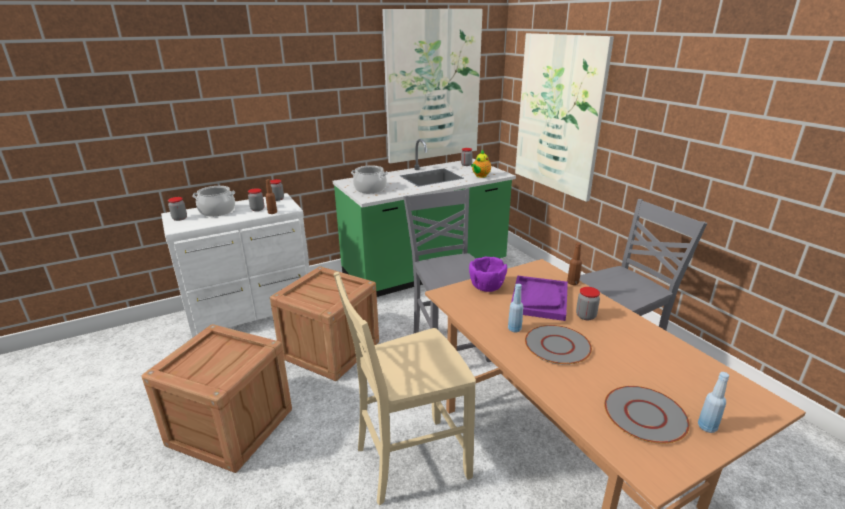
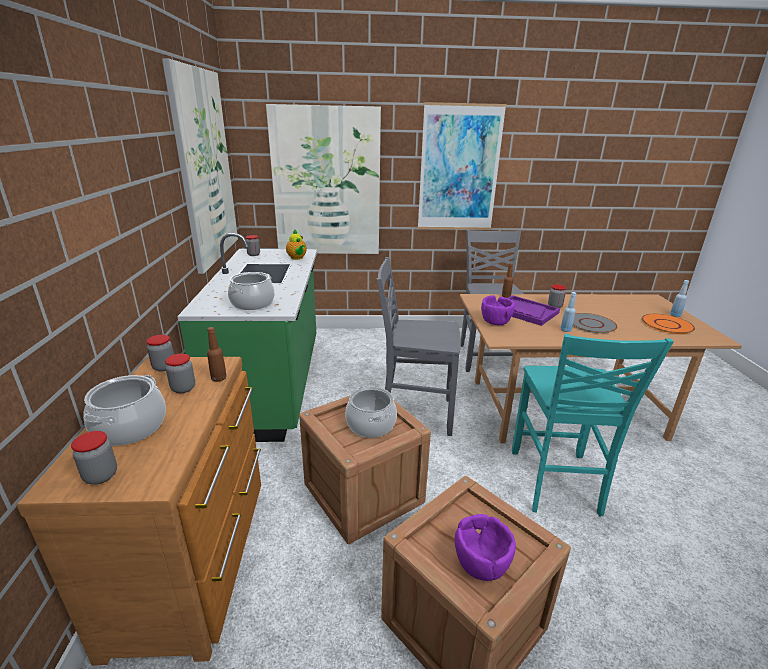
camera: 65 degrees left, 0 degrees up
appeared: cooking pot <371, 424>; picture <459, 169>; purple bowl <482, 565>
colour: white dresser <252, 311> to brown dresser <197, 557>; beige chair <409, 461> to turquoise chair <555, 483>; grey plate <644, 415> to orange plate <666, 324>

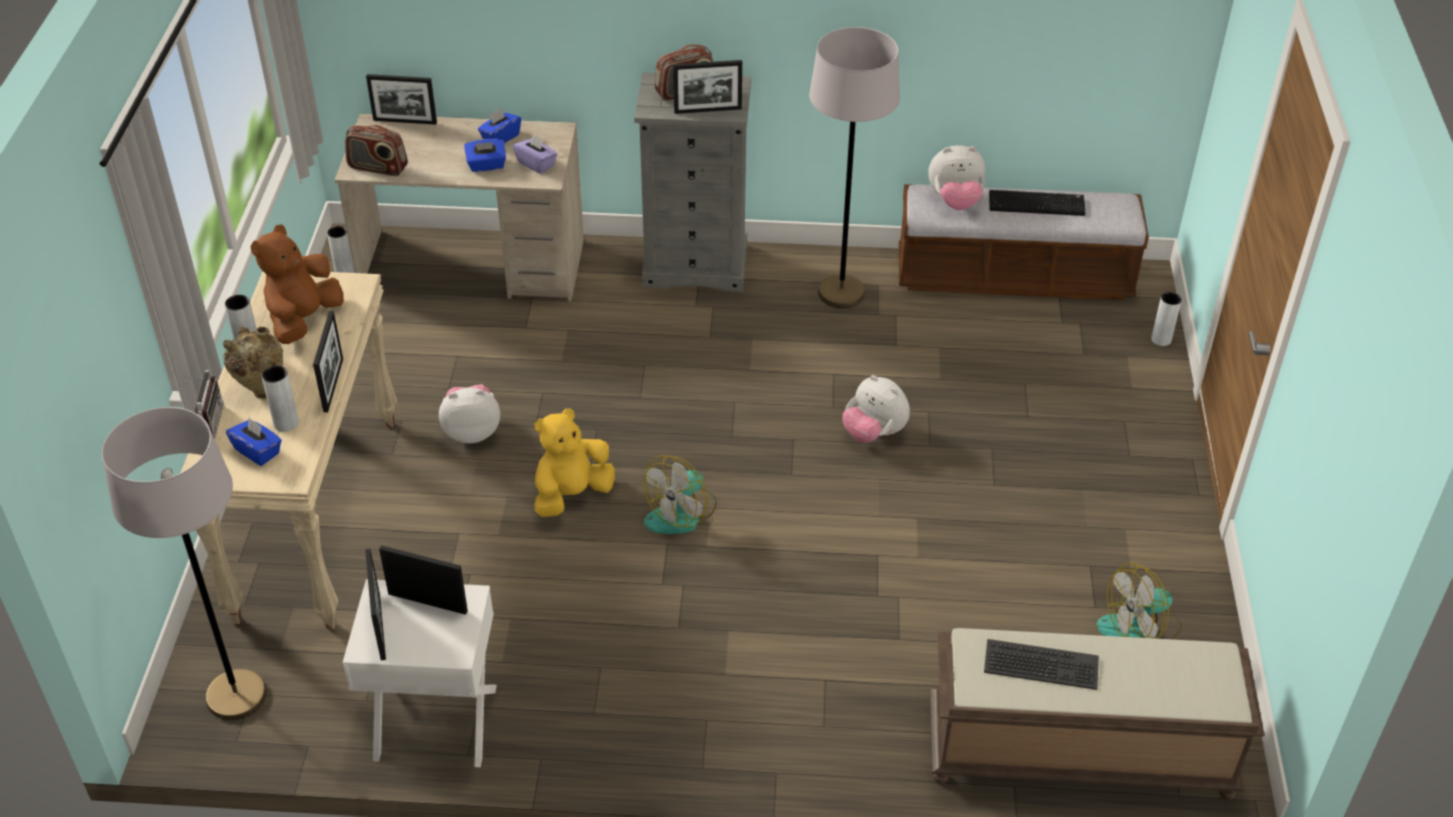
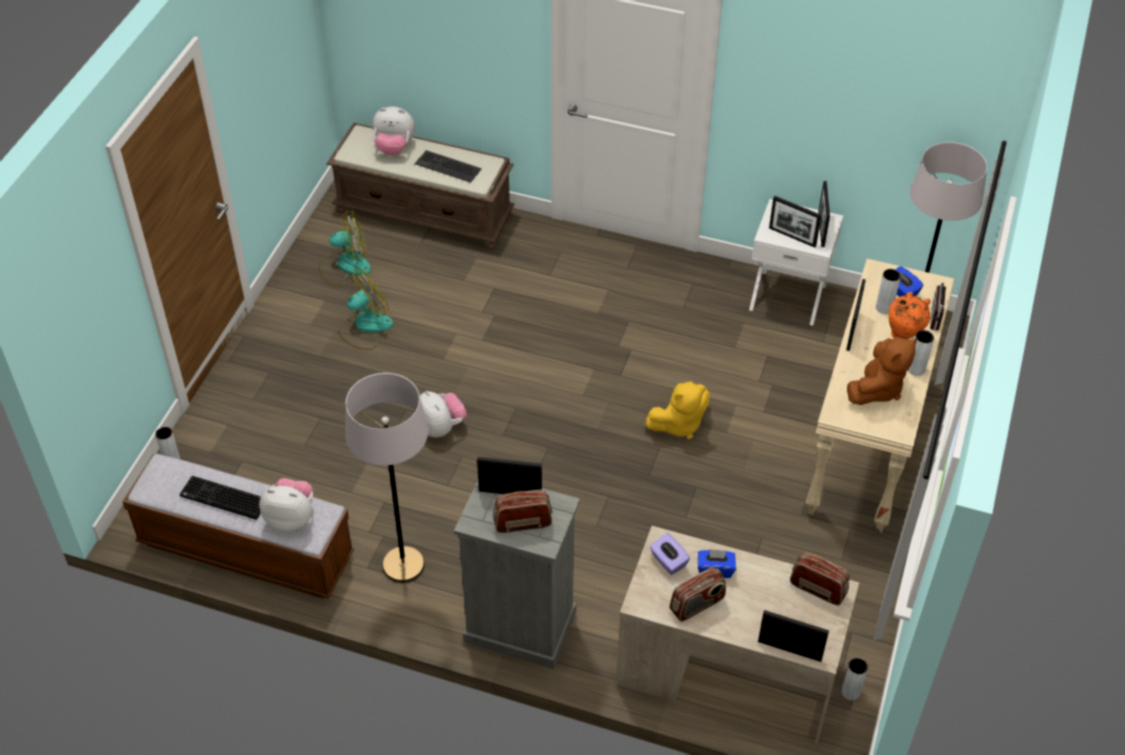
camera: 165 degrees left, 5 degrees up
relocated: plush toy <472, 431> to <394, 147>; fan <681, 513> to <365, 327>
exchanged: blue tissue box <500, 138> to radio <697, 605>
colour: beige vase <262, 390> to orange vase <903, 336>

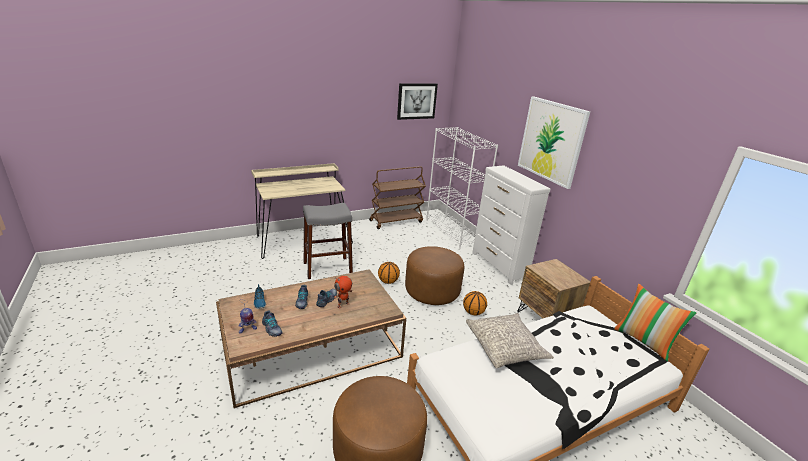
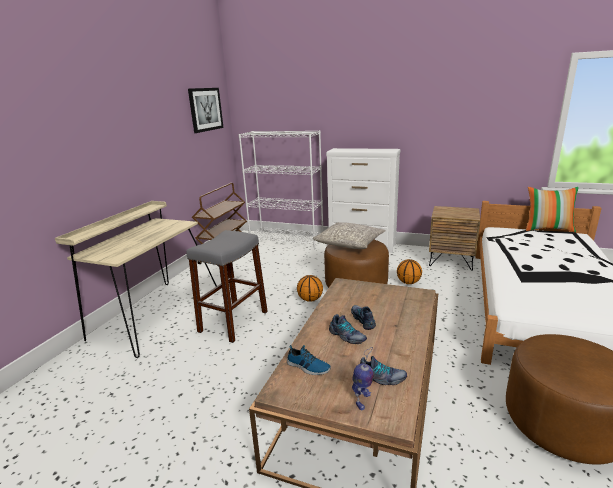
camera: 40 degrees left, 5 degrees down
missing: toy robot <343, 304>; picture <551, 141>
relocated: grey pillow <505, 347> to <349, 243>

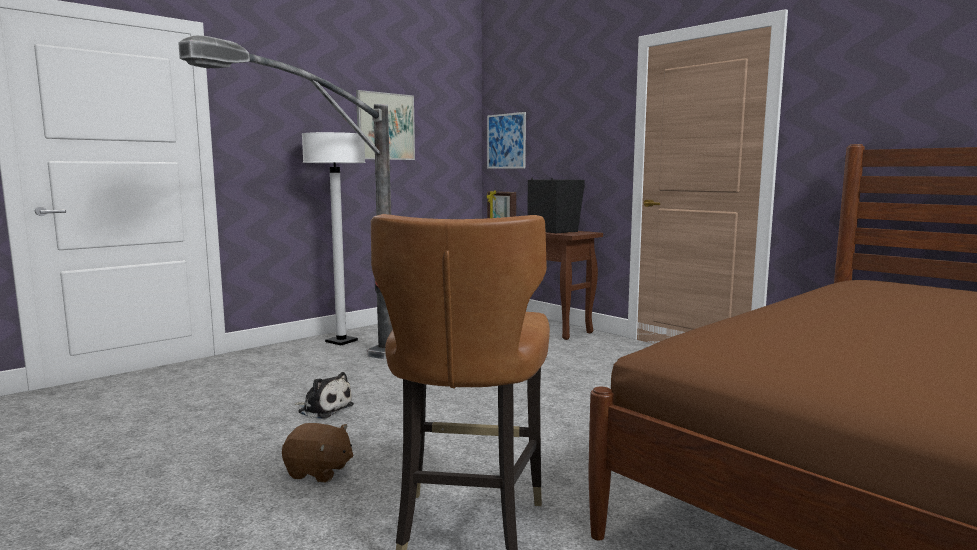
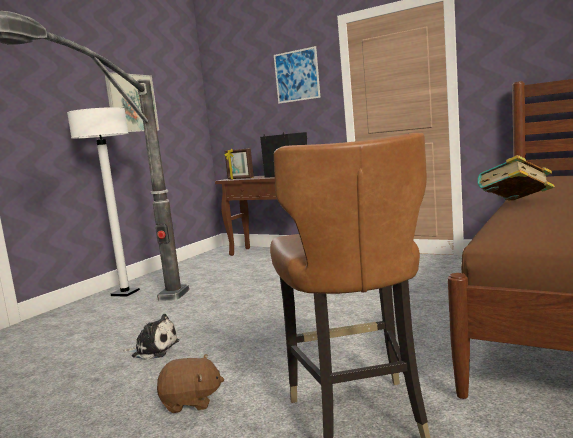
camera: 15 degrees left, 0 degrees up
appeared: book <515, 204>
relocated: picture <506, 141> to <297, 76>

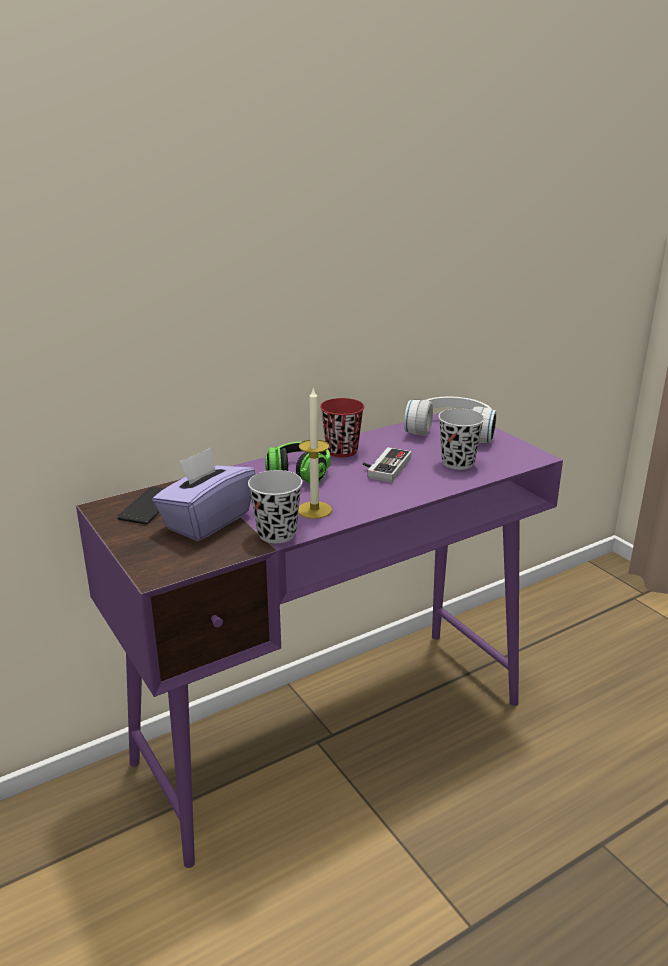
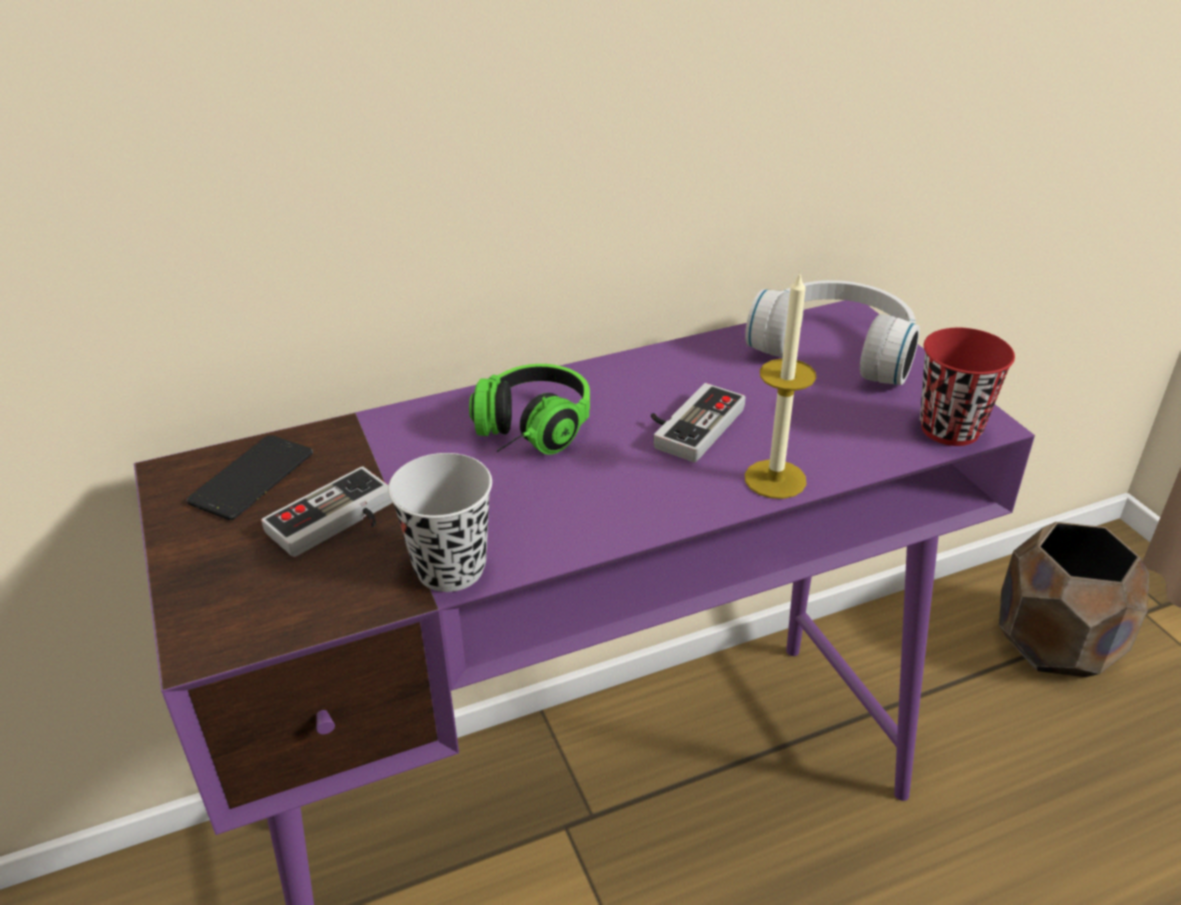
camera: 10 degrees right, 10 degrees up
missing: black cup <458, 463>
appeared: brown planter <1056, 644>
relocated: candle <314, 510> to <775, 479>; red cup <342, 451> to <950, 429>
exchanged: purple tissue box <207, 521> to game controller <337, 523>

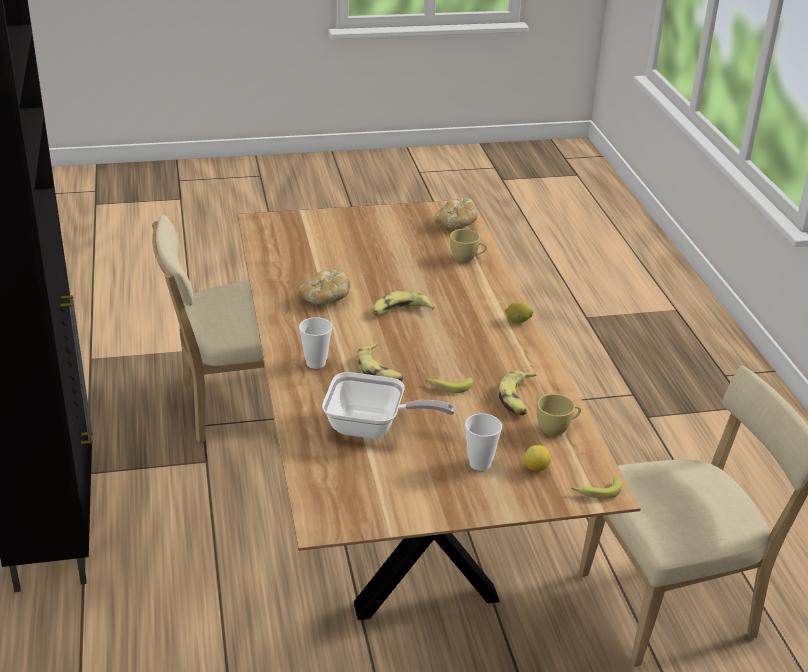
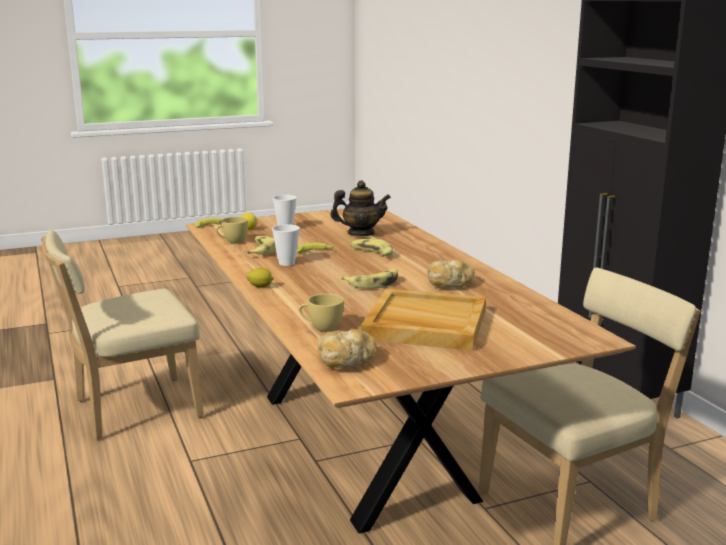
camera: 170 degrees right, 15 degrees down
appeared: beige tray <424, 324>
relocated: cup <316, 363> to <286, 263>
exchanged: frying pan <373, 428> to teapot <360, 234>

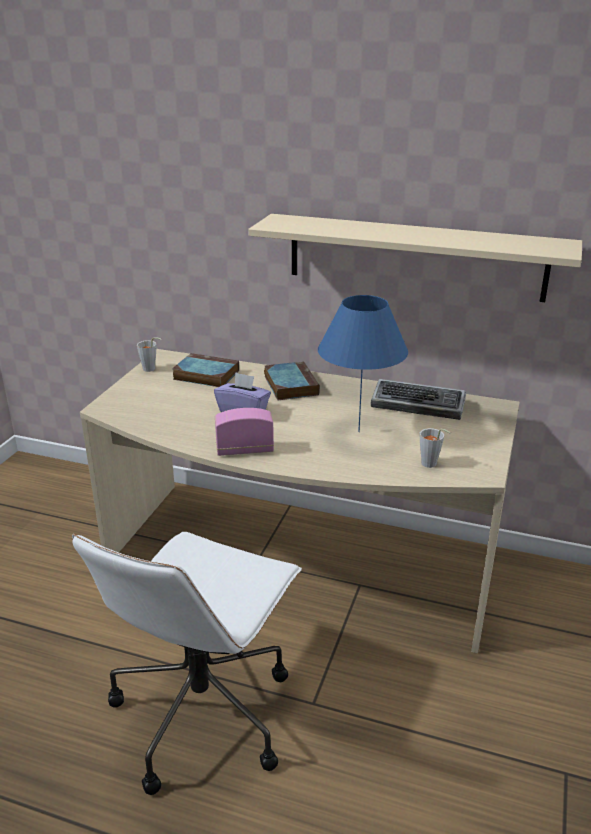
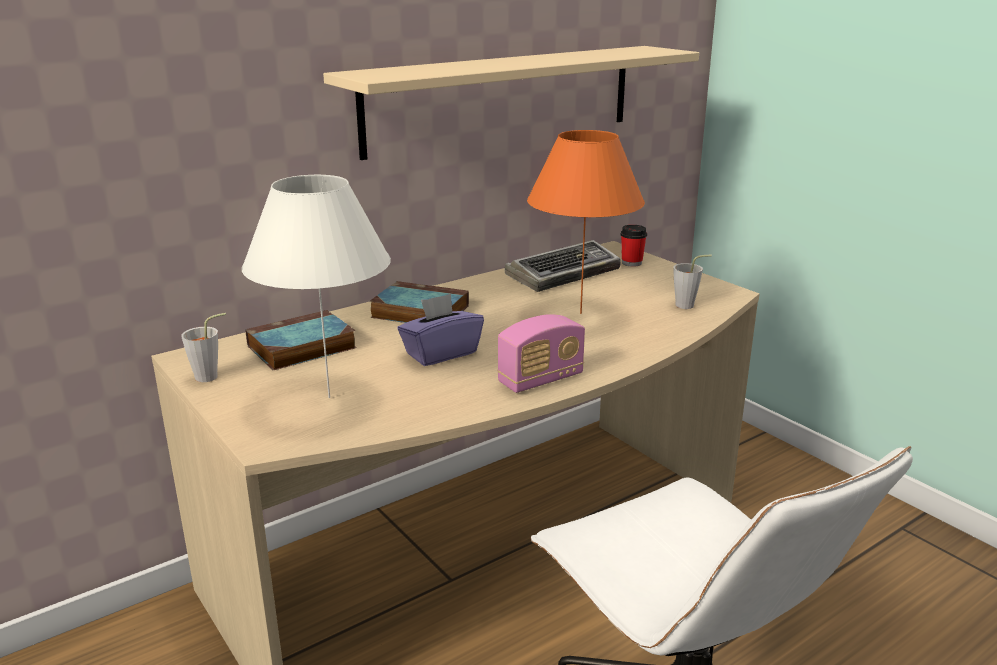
camera: 55 degrees left, 5 degrees down
appeared: white table lamp <330, 397>; cup <631, 263>
colour: blue table lamp <359, 432> to orange table lamp <581, 313>
spun: radio <244, 450> = <541, 380> 150 degrees counterclockwise

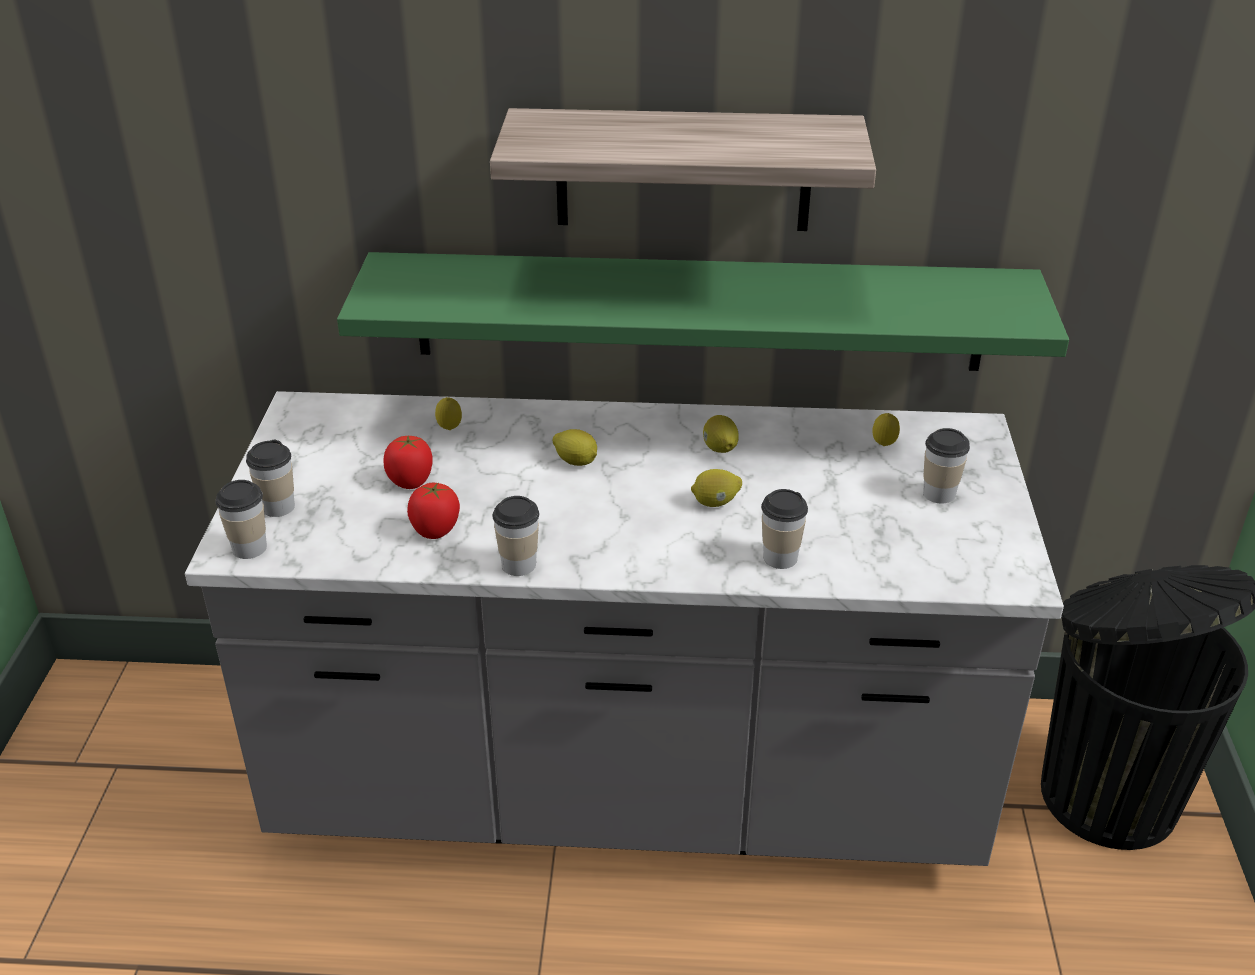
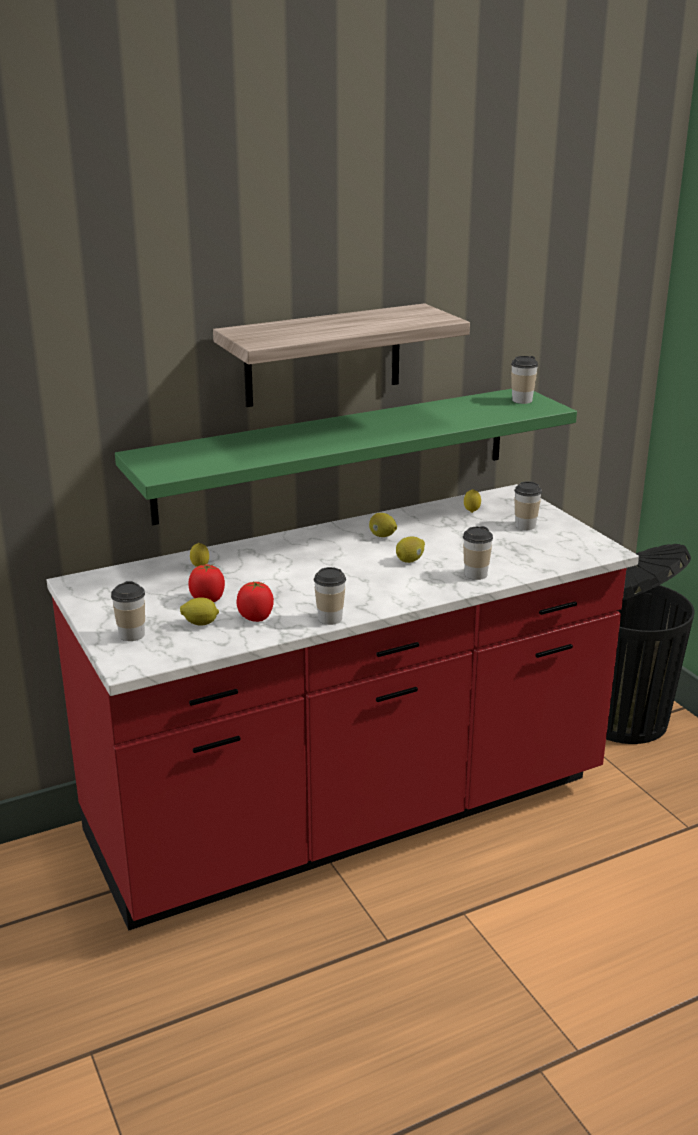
camera: 30 degrees left, 10 degrees down
relocated: cup <249, 548> to <522, 400>; lemon <576, 461> to <200, 623>
colour: grey counter <627, 786> to red counter <349, 813>

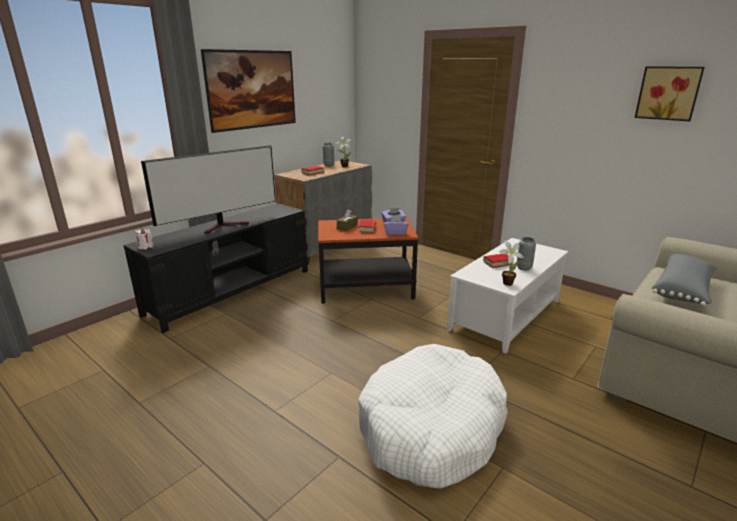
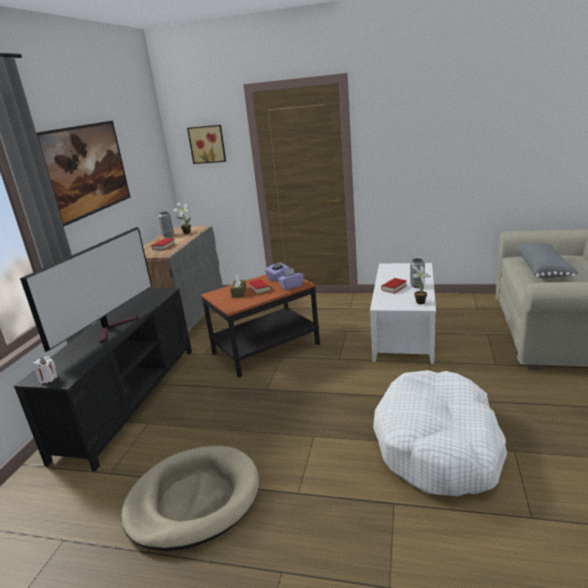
camera: 25 degrees left, 0 degrees up
appeared: beige dog bed <193, 500>
relocated: picture <668, 93> to <207, 144>

